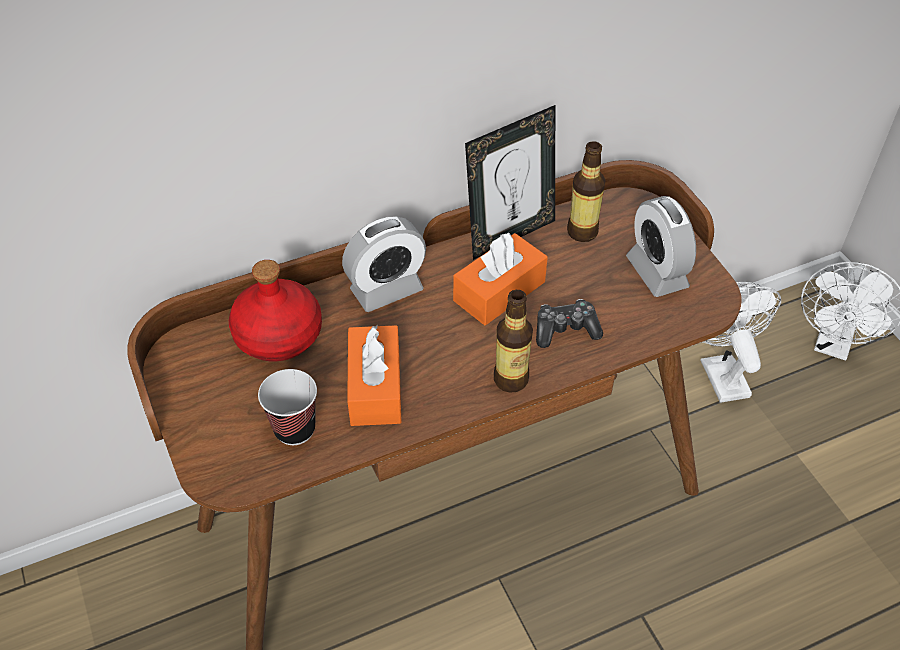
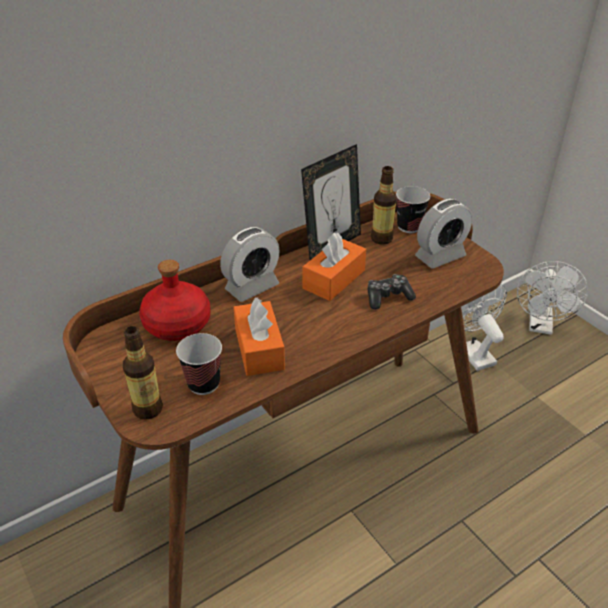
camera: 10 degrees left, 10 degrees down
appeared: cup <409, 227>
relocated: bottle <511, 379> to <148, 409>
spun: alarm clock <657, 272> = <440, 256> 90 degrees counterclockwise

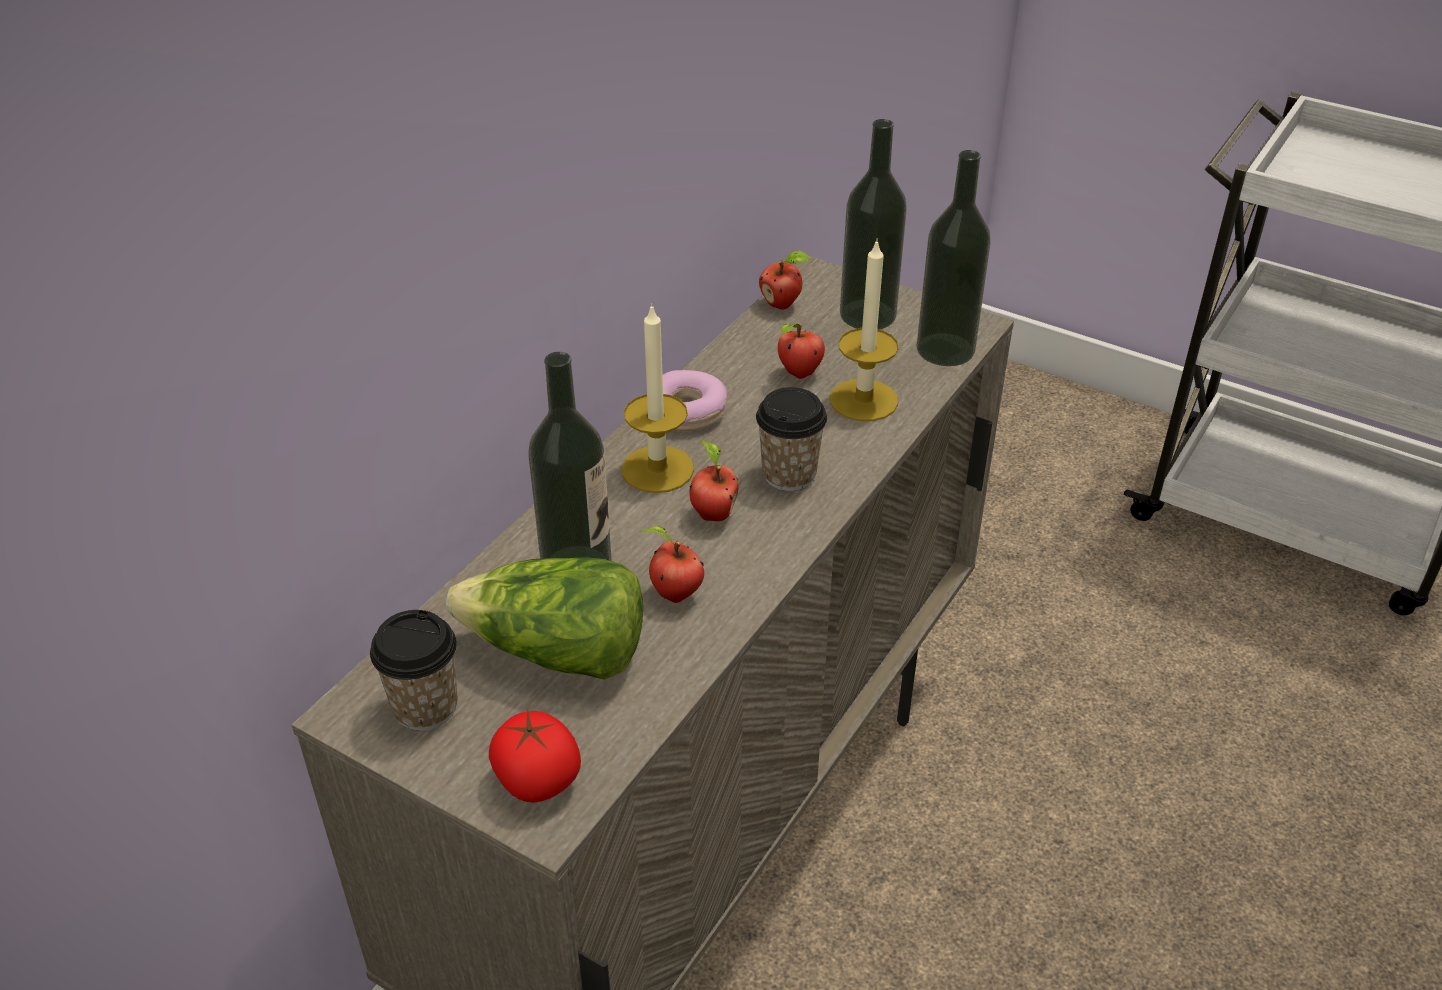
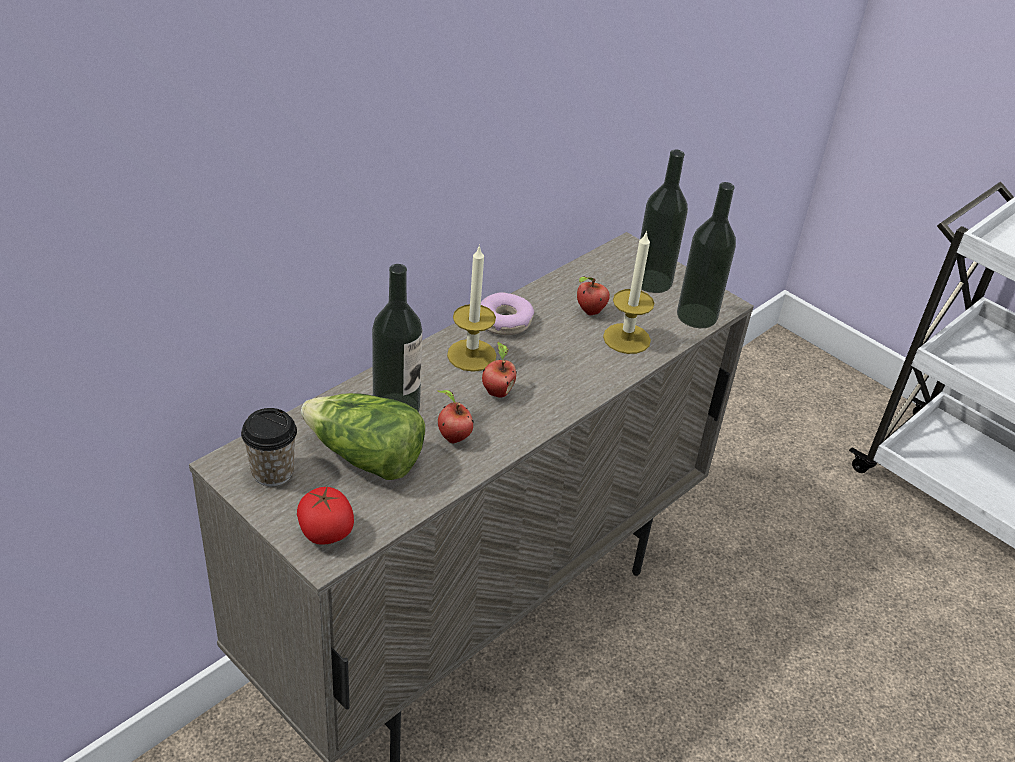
camera: 10 degrees right, 0 degrees up
missing: cup <789, 474>; apple <782, 304>

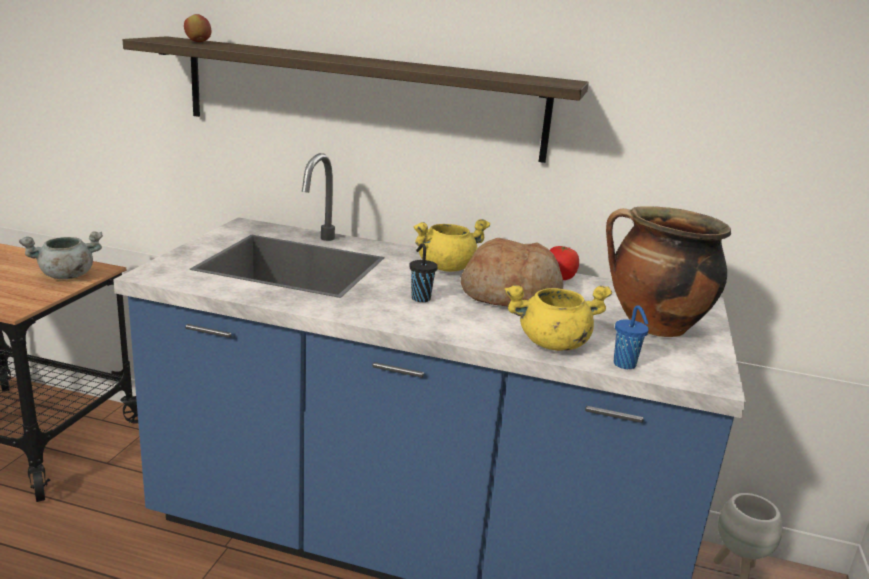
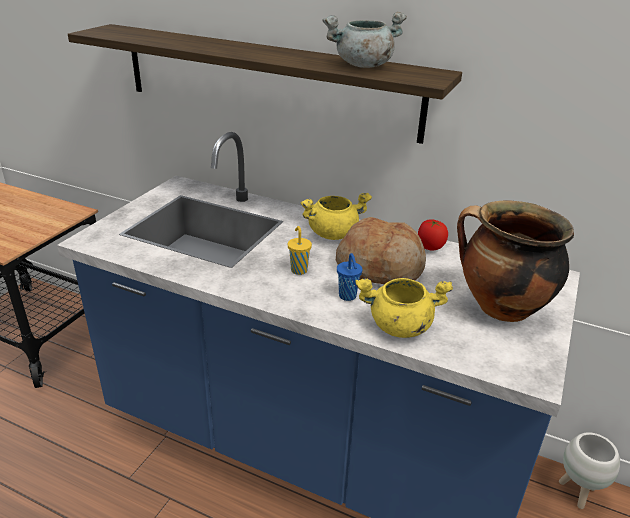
camera: 10 degrees right, 10 degrees up
missing: apple <198, 42>
relocated: grey cooking pot <66, 276> to <363, 65>; blue cup <625, 365> to <348, 296>
colour: black cup <420, 298> to yellow cup <298, 270>

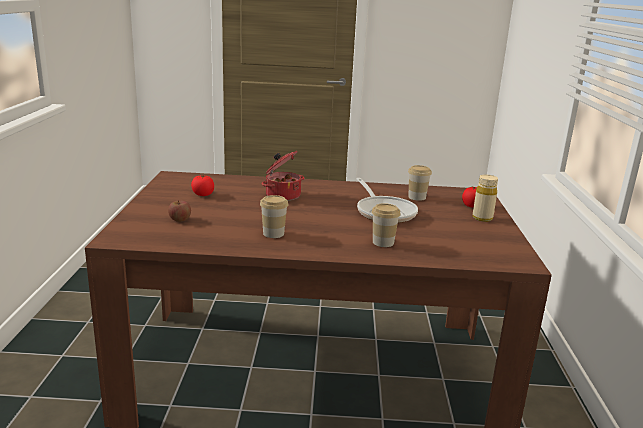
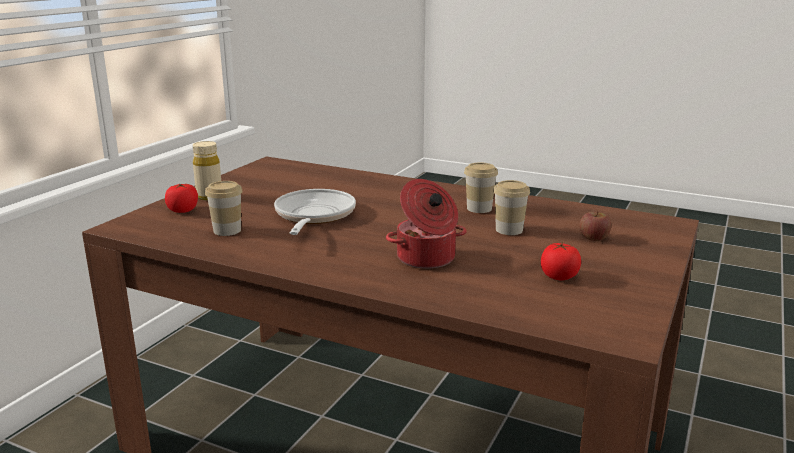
camera: 155 degrees left, 0 degrees up
relocated: cup <383, 242> to <509, 230>

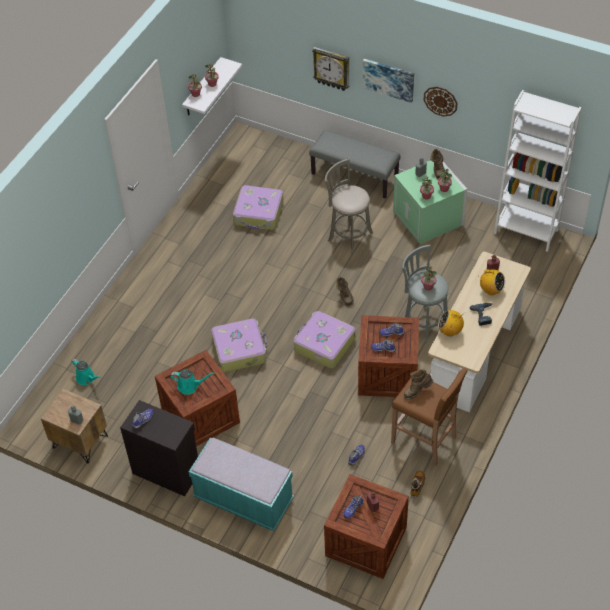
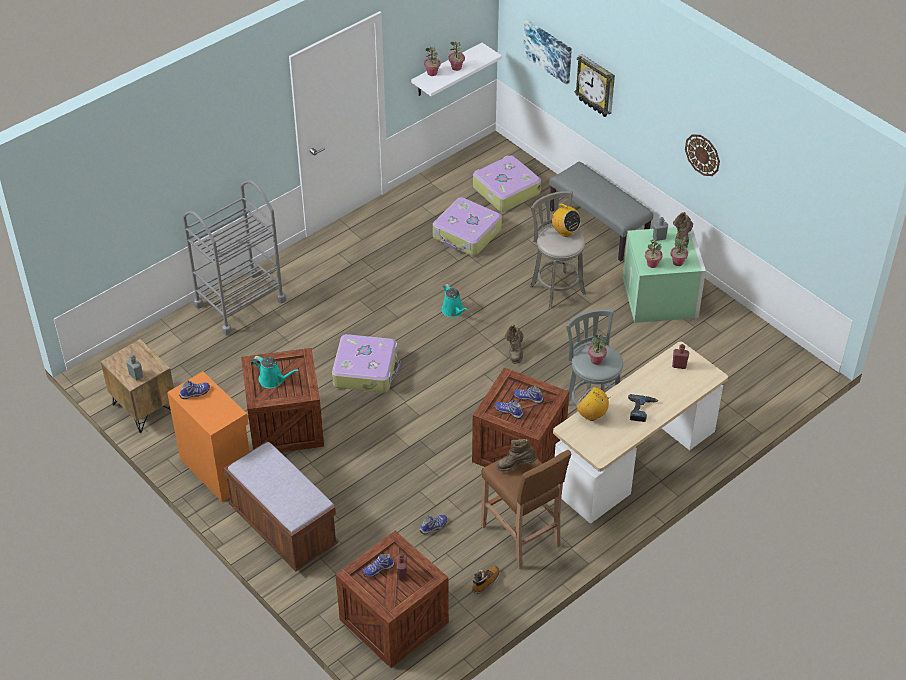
camera: 20 degrees right, 5 degrees down
missing: white bookcase <526, 231>
appeared: grey cart <240, 302>
relocated: turquoise watering can <87, 378> to <453, 311>; suitcase <324, 344> to <505, 190>; picture <388, 79> to <548, 51>; radio <491, 290> to <565, 232>
colour: black cabinet <166, 471> to orange cabinet <217, 469>; turquoise bench <243, 499> to brown bench <283, 528>

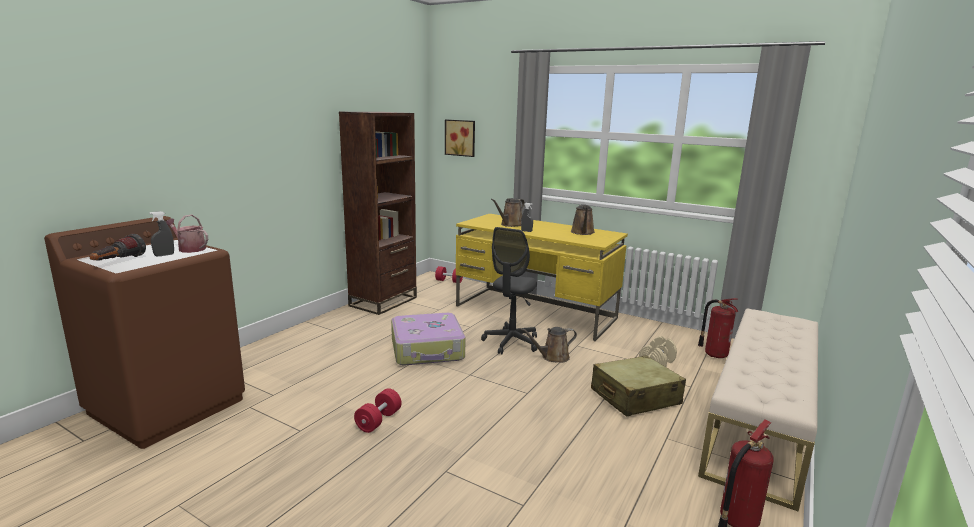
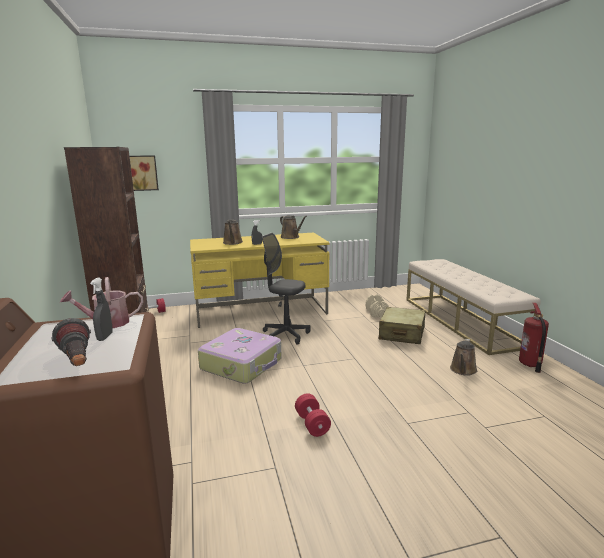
camera: 45 degrees left, 0 degrees up
missing: fire extinguisher <714, 354>
relocated: brown watering can <552, 357> to <463, 370>
spun: grey office chair <511, 342> = <285, 335> 135 degrees clockwise

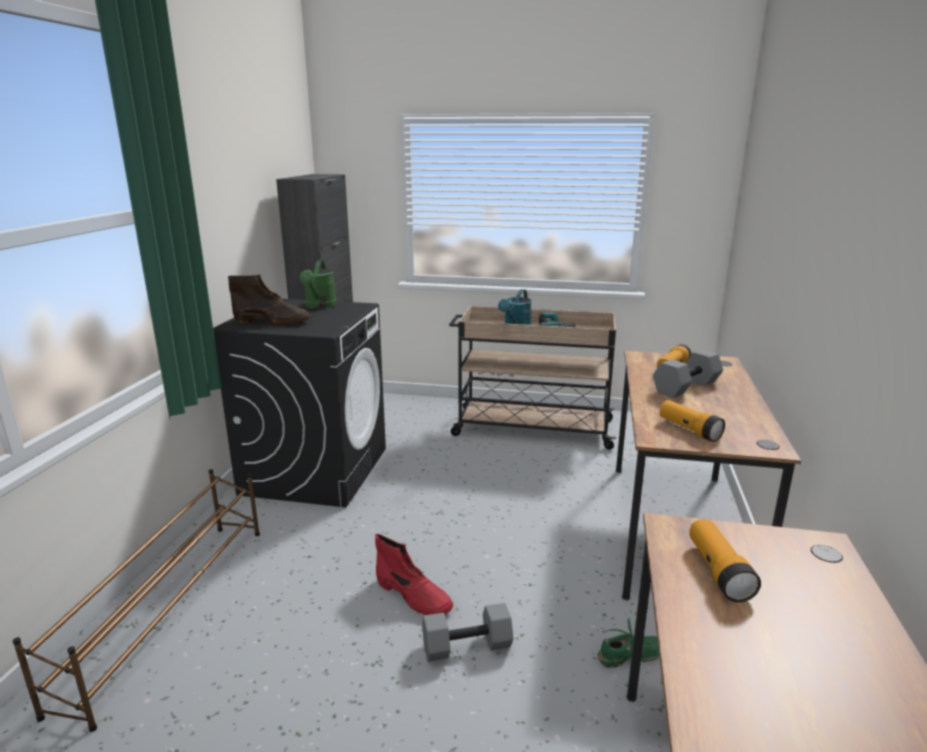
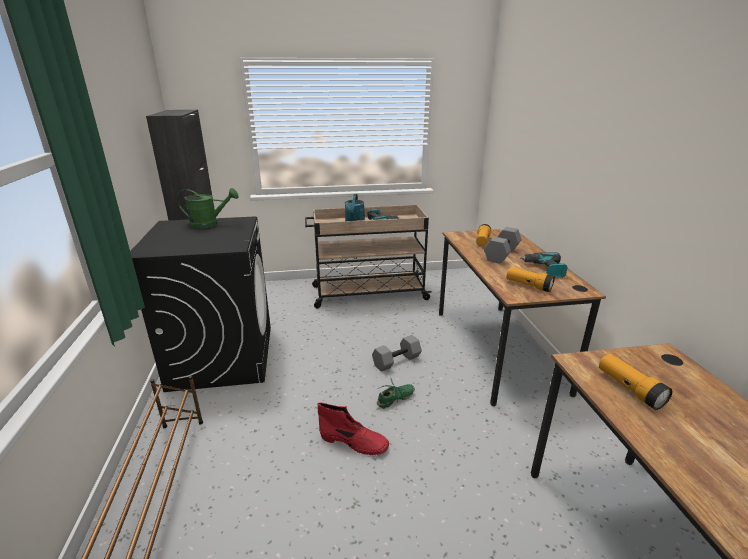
camera: 20 degrees left, 5 degrees up
missing: brown boot <272, 321>
appeared: power drill <544, 269>
relocated: grey dumbbell <467, 645> to <396, 360>; green shoe <631, 657> to <395, 399>
spun: green watering can <319, 306> = <209, 224> 75 degrees counterclockwise

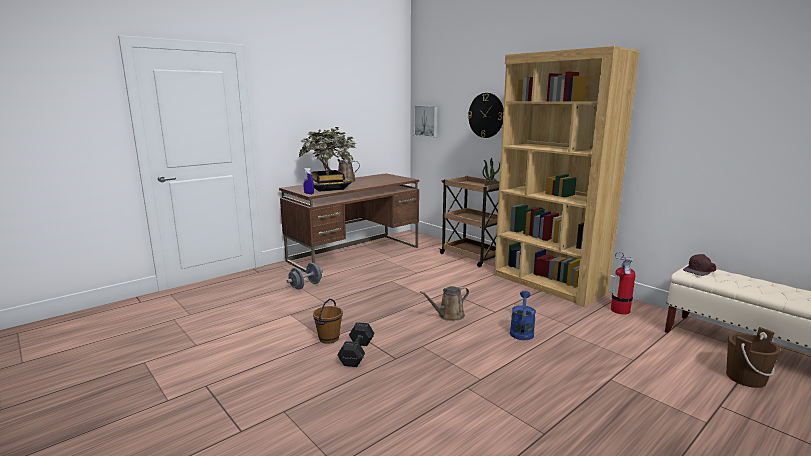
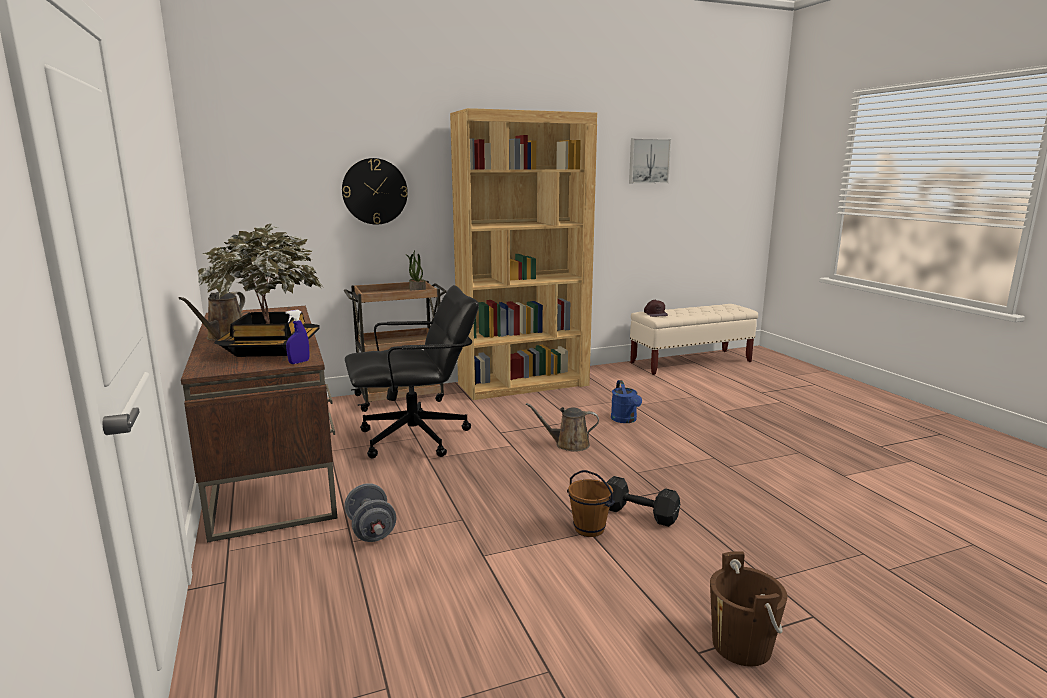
camera: 70 degrees left, 0 degrees up
missing: fire extinguisher <620, 310>
appeared: black office chair <416, 438>
relocated: picture <426, 121> to <648, 161>; brown bucket <745, 378> to <741, 645>
spun: brown watering can <449, 316> = <568, 444> 105 degrees clockwise; blue watering can <521, 331> = <625, 420> 135 degrees counterclockwise

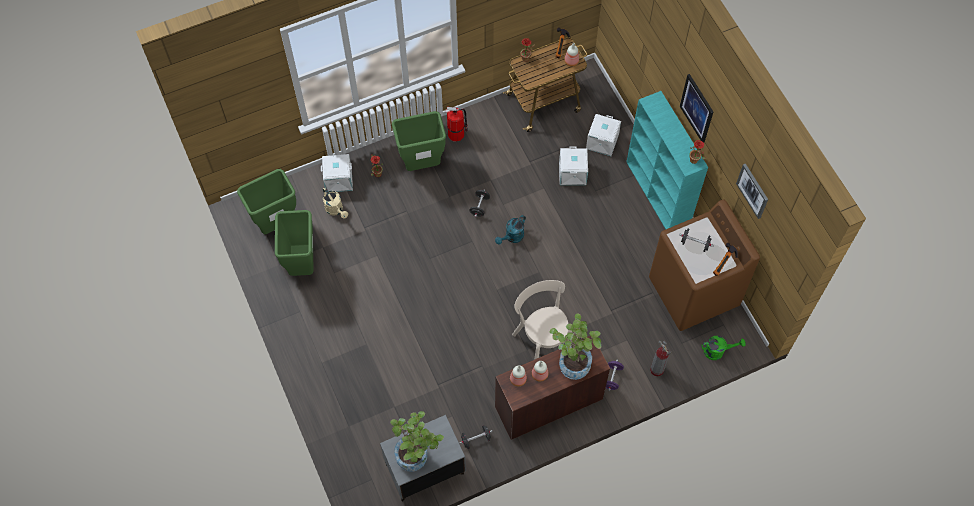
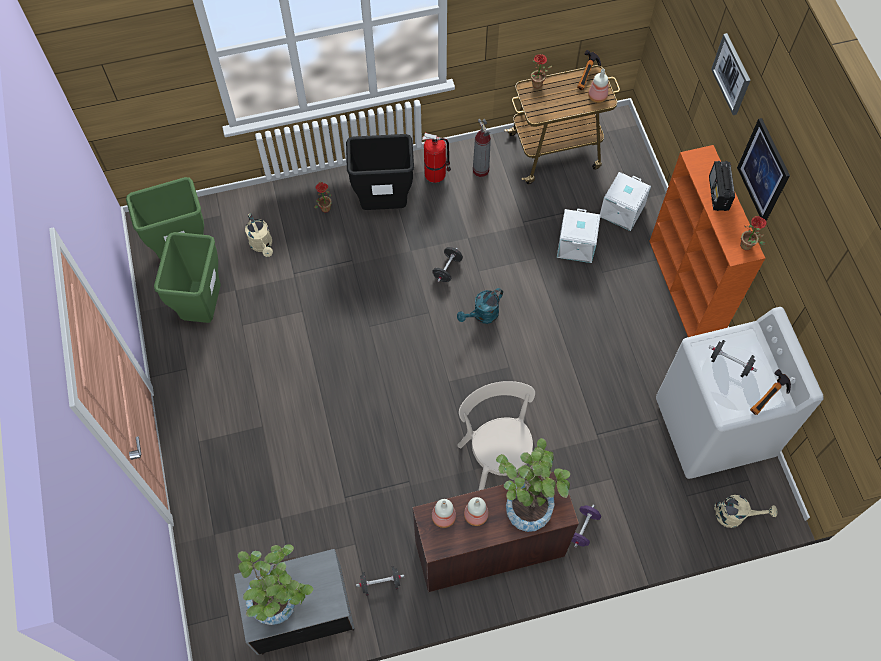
camera: 10 degrees right, 0 degrees up
missing: white storage box <339, 179>
appeared: radio <718, 194>
relocated: fire extinguisher <656, 369> to <480, 170>; picture <753, 190> to <732, 74>
colour: green trash can <422, 164> to black trash can <385, 204>; turquoise bookcase <658, 194> to orange bookcase <685, 289>; brown washing machine <693, 292> to white washing machine <713, 428>; green watering can <717, 351> to beige watering can <735, 515>

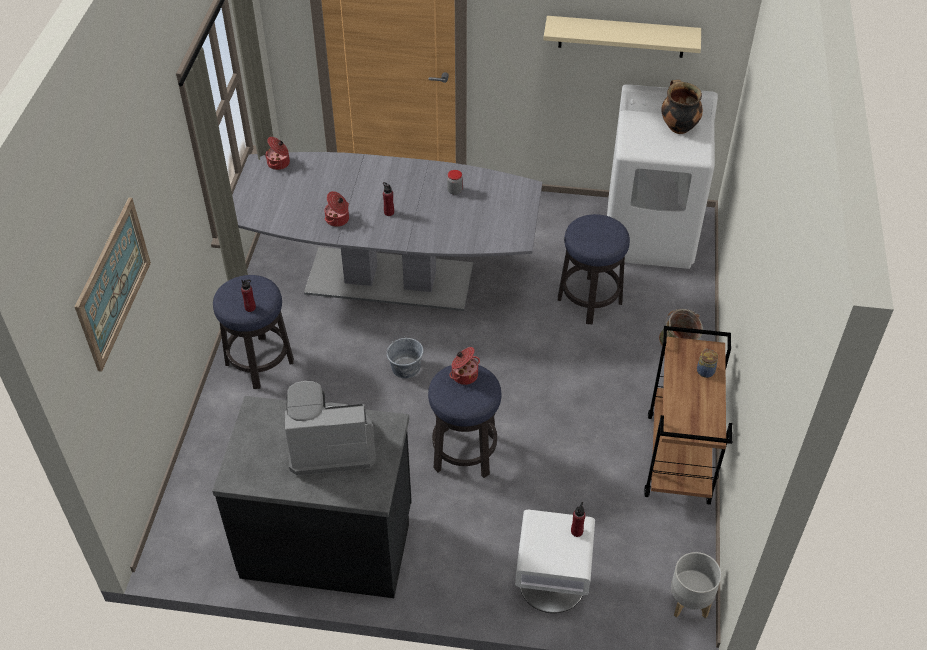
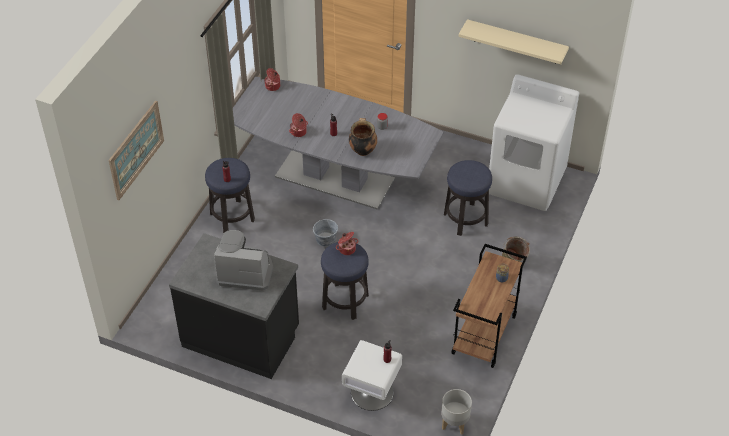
camera: 15 degrees right, 0 degrees up
relocated: cooking pot <678, 127> to <362, 150>

